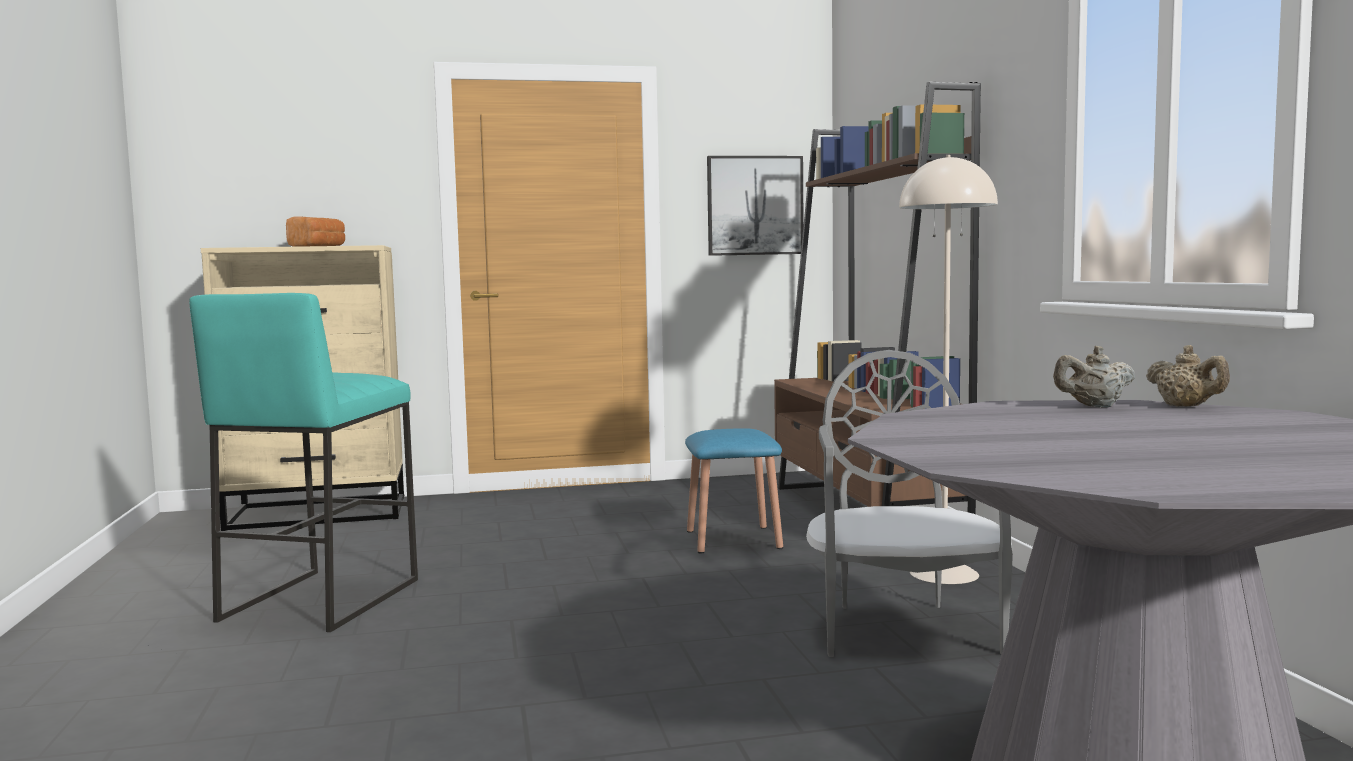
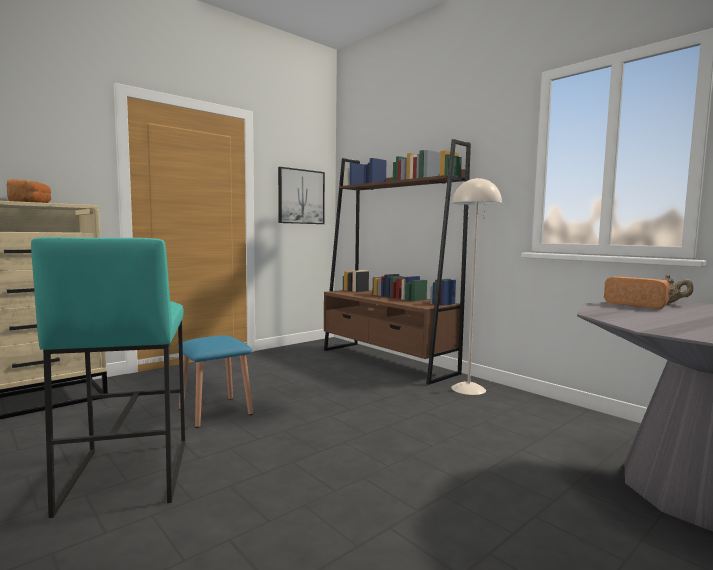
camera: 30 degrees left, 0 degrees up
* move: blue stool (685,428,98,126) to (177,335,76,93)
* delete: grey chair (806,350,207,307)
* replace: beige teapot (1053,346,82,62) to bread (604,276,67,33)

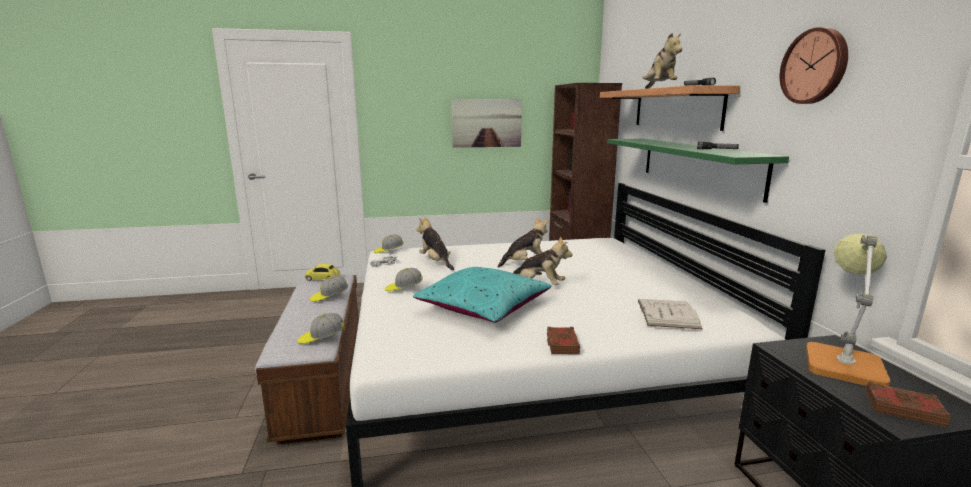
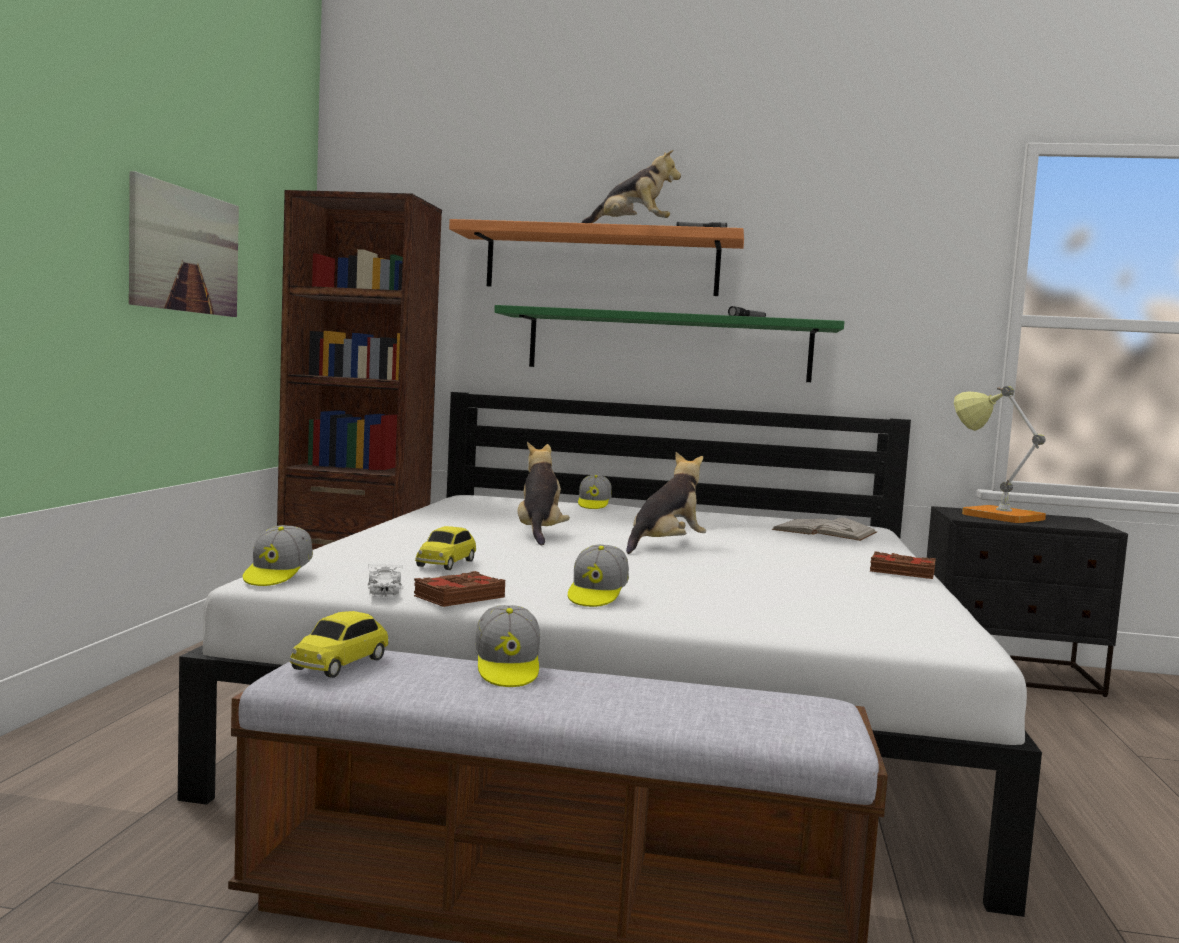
camera: 70 degrees left, 10 degrees down
* move: cap (298,313,46,31) to (578,475,34,34)
* delete: turquoise pillow (413,267,139,56)
* replace: plush toy (416,216,38,54) to toy car (415,526,61,44)
* delete: wall clock (780,27,68,77)
* move: brown book (865,381,86,46) to (414,571,92,36)

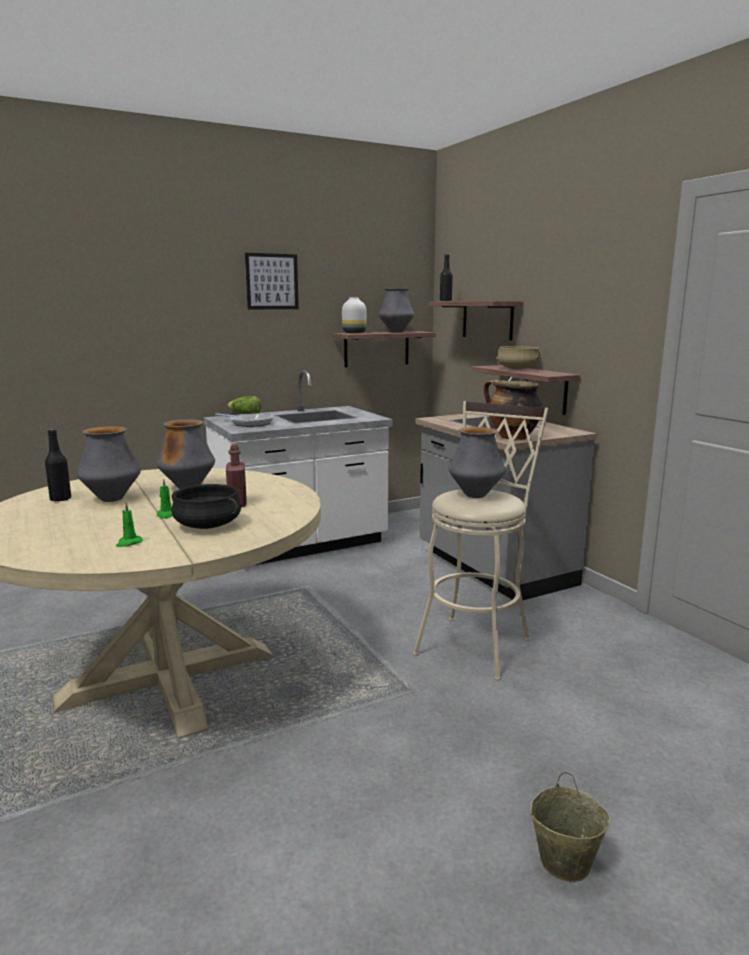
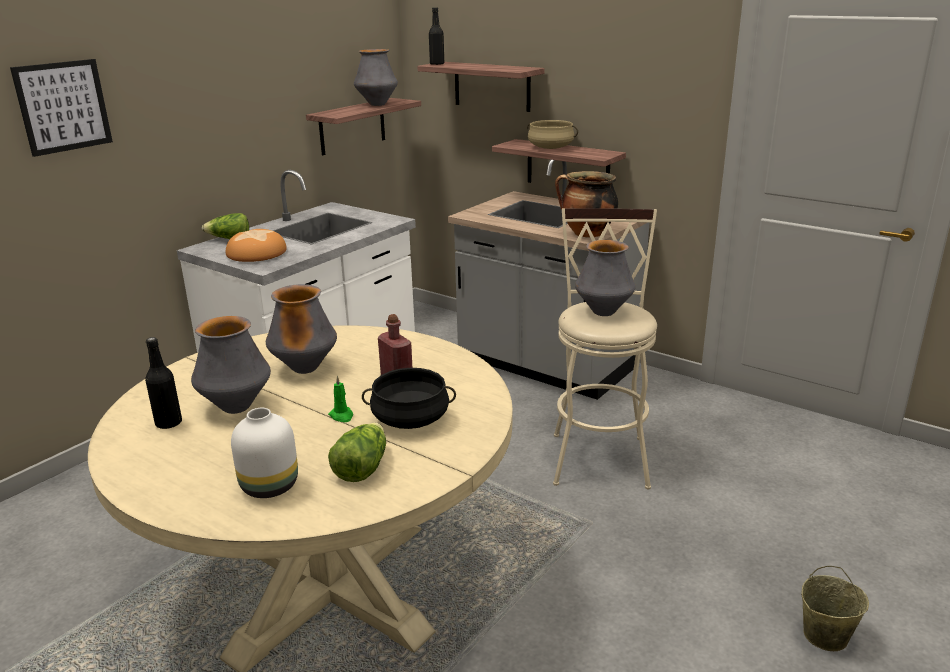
camera: 25 degrees left, 10 degrees up
* replace: green candle (116,503,27,44) to lettuce (328,423,58,59)
* replace: frying pan (215,413,58,14) to bread (226,229,61,33)
* move: picture (245,253,54,56) to (10,59,103,98)
* move: white vase (342,297,25,36) to (231,408,67,90)

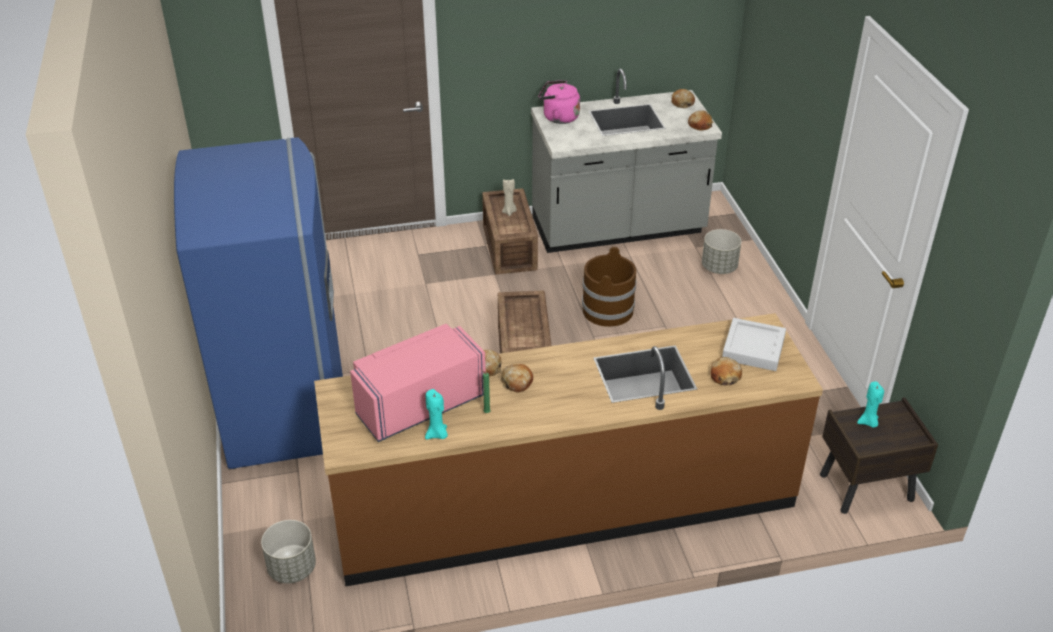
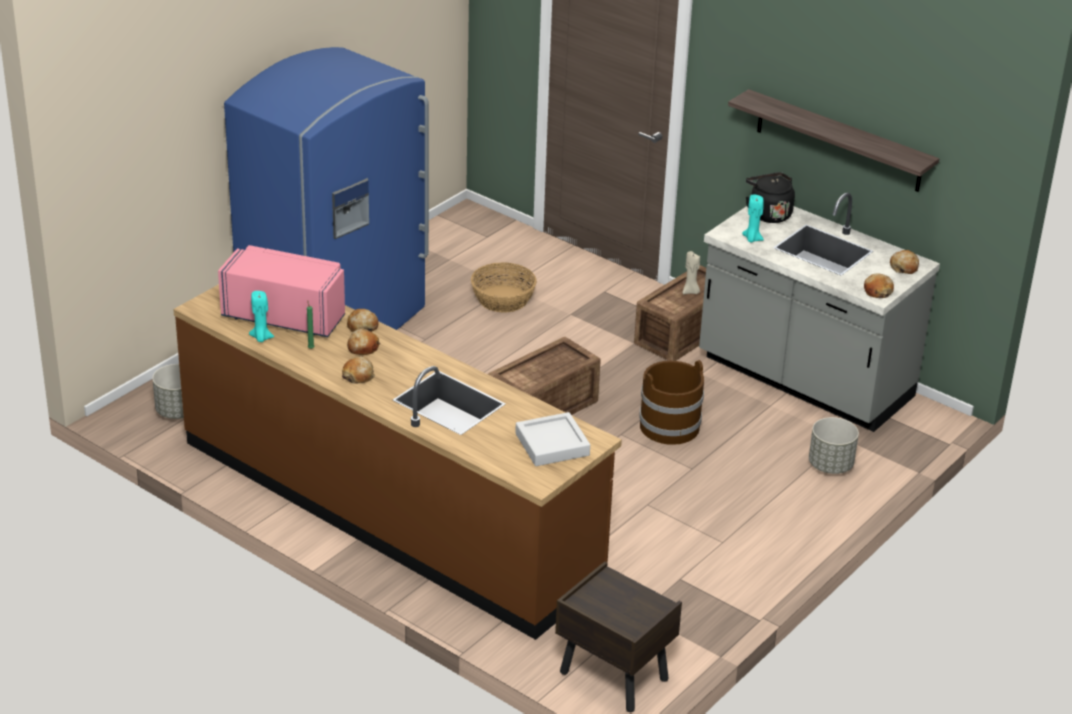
camera: 50 degrees right, 5 degrees down
* recolor: pink kettle (538,80,42,44) to black kettle (746,172,49,51)
* move: bread (711,357,31,29) to (342,356,33,27)
* move: turquoise candle (857,381,27,47) to (742,194,22,49)
* insert: basket (471,262,66,51)
* insert: shelf (728,89,211,103)

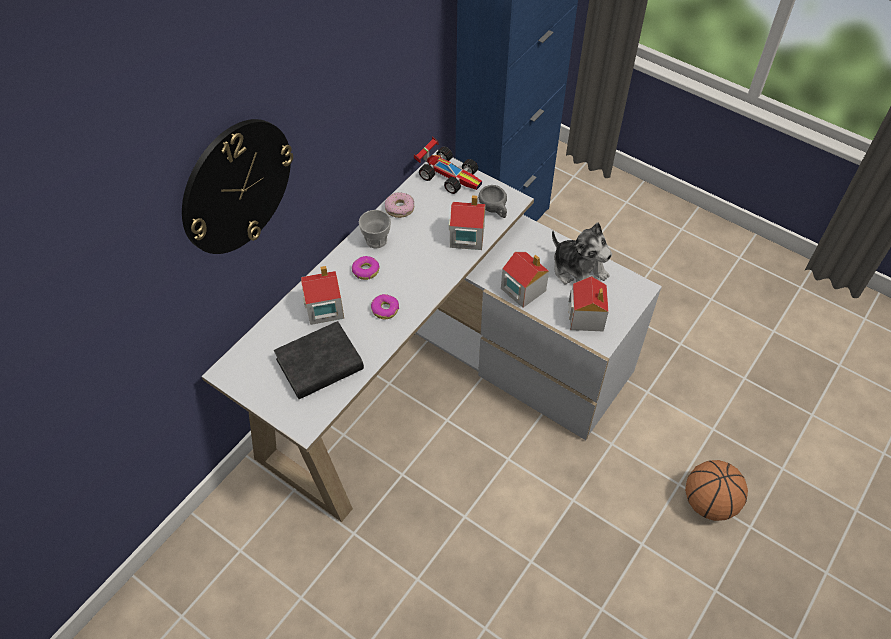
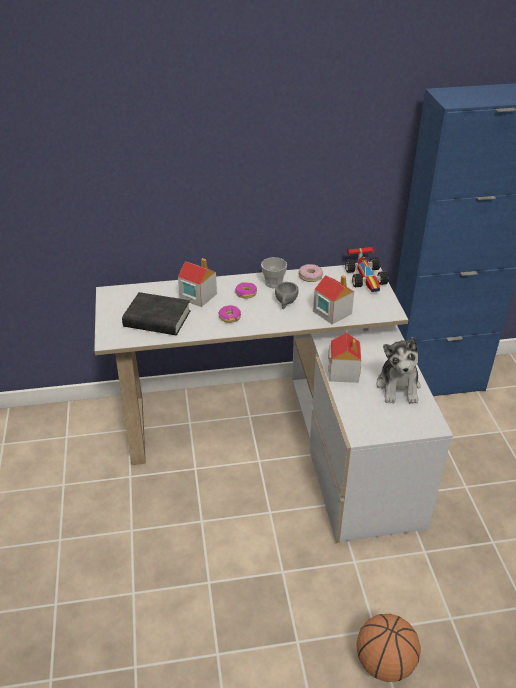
camera: 45 degrees right, 15 degrees down
* delete: wall clock (182,119,111,135)
* move: grey cup (478,185,29,33) to (275,282,24,27)
* delete: toy house (568,276,41,55)

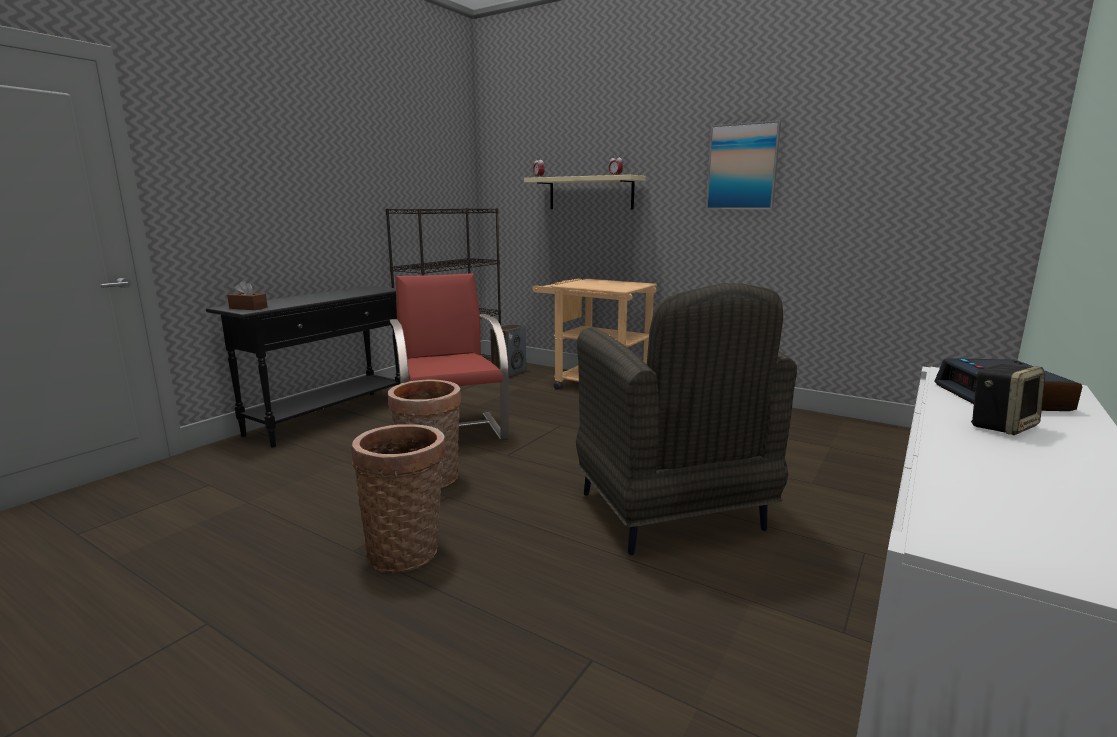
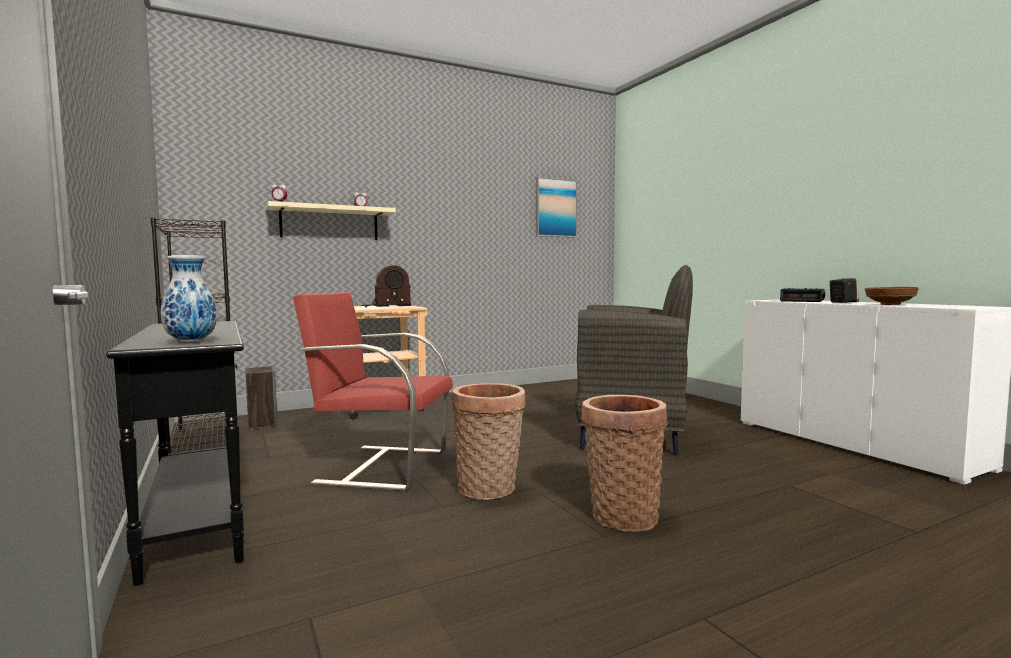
camera: 60 degrees left, 10 degrees down
* replace: brown tissue box (227,281,41,29) to vase (161,255,56,87)
* move: picture (706,120,75,90) to (536,177,41,61)
* insert: radio (361,265,50,43)
* insert: brown bowl (865,287,54,18)

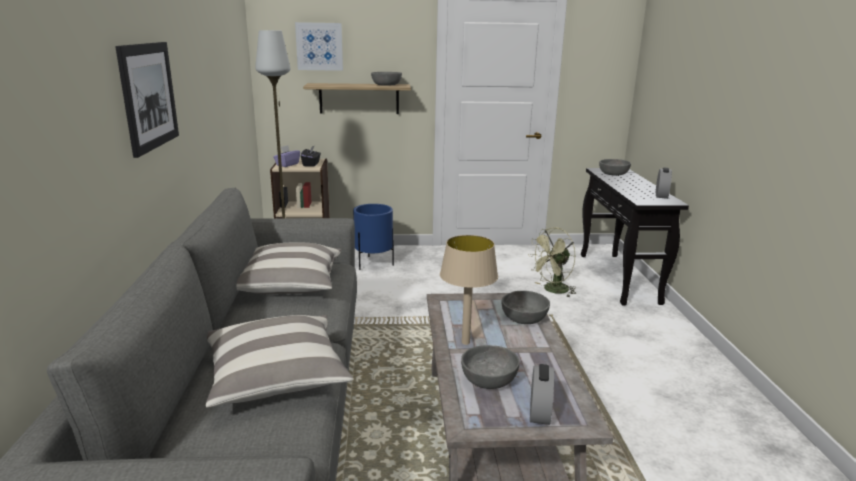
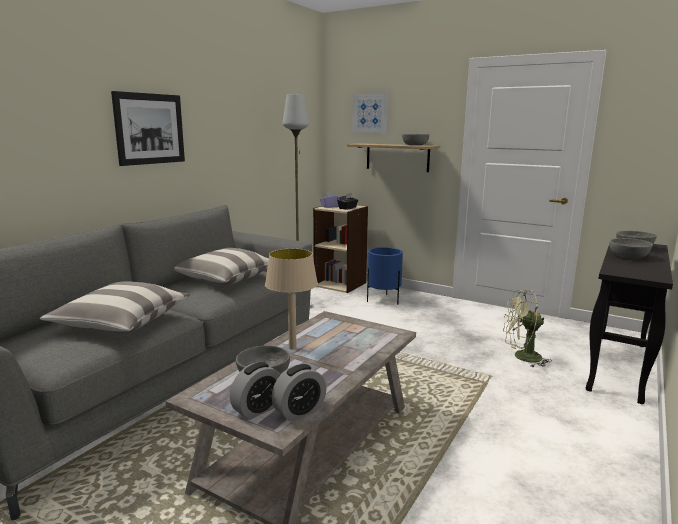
camera: 35 degrees right, 5 degrees down
* move: grey bowl (501,291,49,33) to (609,238,44,21)
* move: alarm clock (656,167,16,32) to (272,364,54,57)

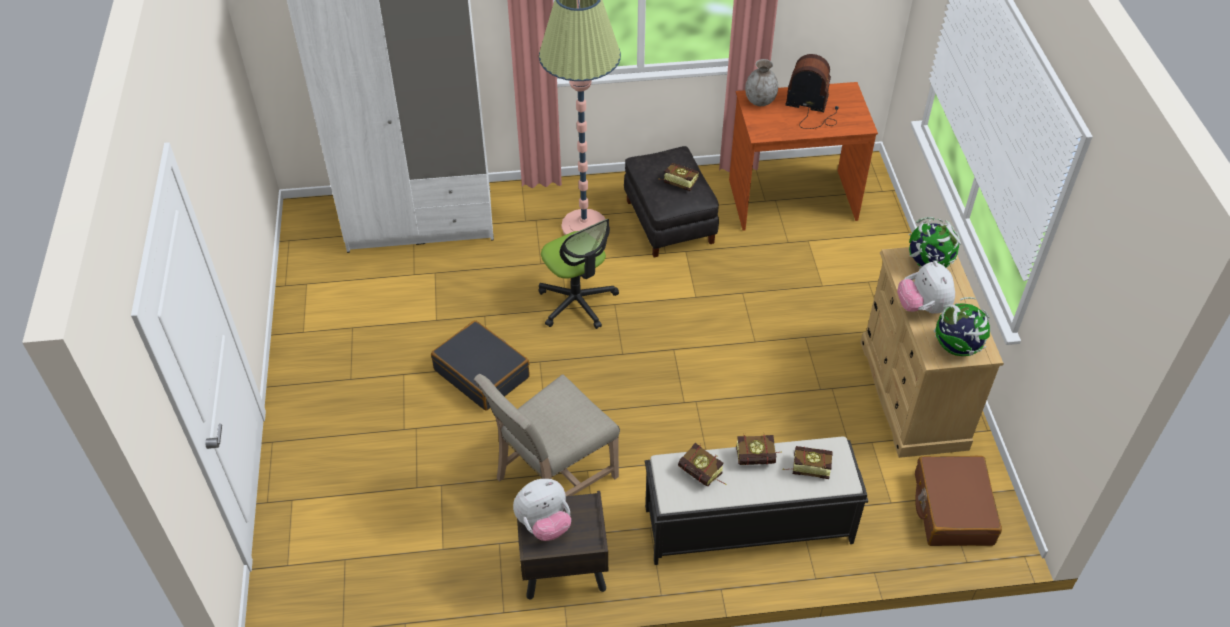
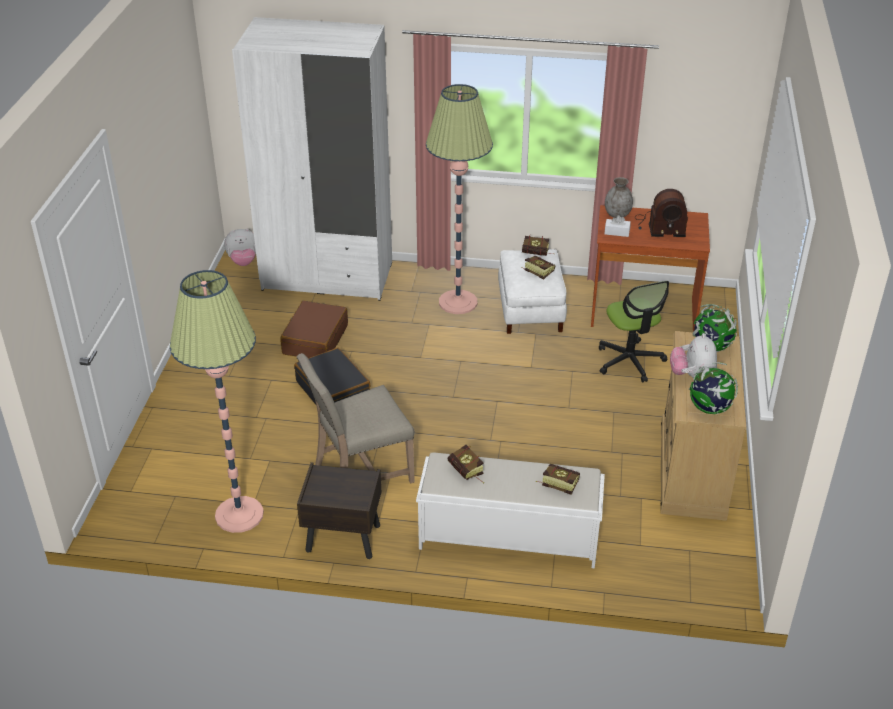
camera: 15 degrees right, 10 degrees down
* move: plush toy (513,479,58,62) to (224,229,32,37)
* move: office chair (538,219,81,110) to (599,281,70,101)
* recolor: black ottoman (624,146,95,111) to white ottoman (498,249,69,85)
* recolor: black bench (645,437,223,128) to white bench (416,452,189,116)
* move: book (736,433,46,32) to (522,235,32,21)
* rotate: radio (785,54,54,75) = (635,189,53,48) 150 degrees clockwise
* move: brown suitcase (915,456,87,90) to (280,301,68,57)
* insert: floor lamp (170,270,94,263)
* insert: white tissue box (605,215,26,22)

